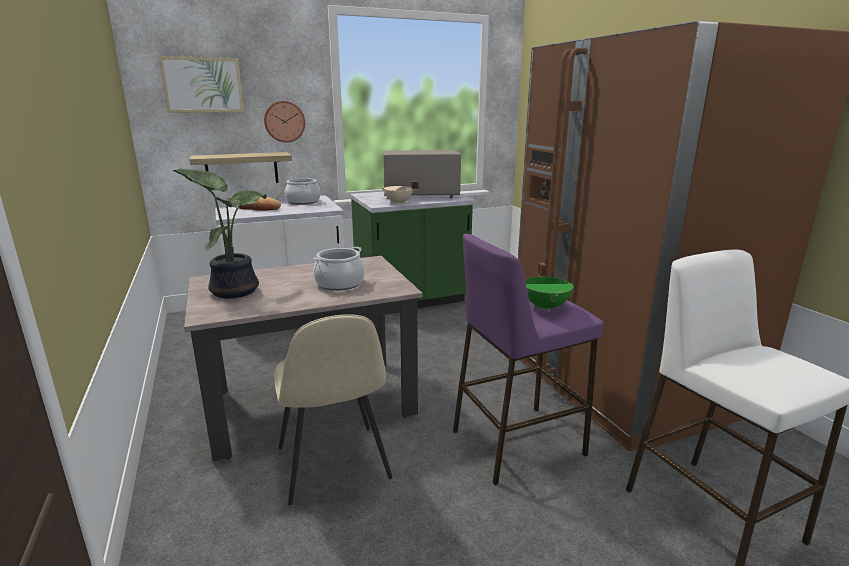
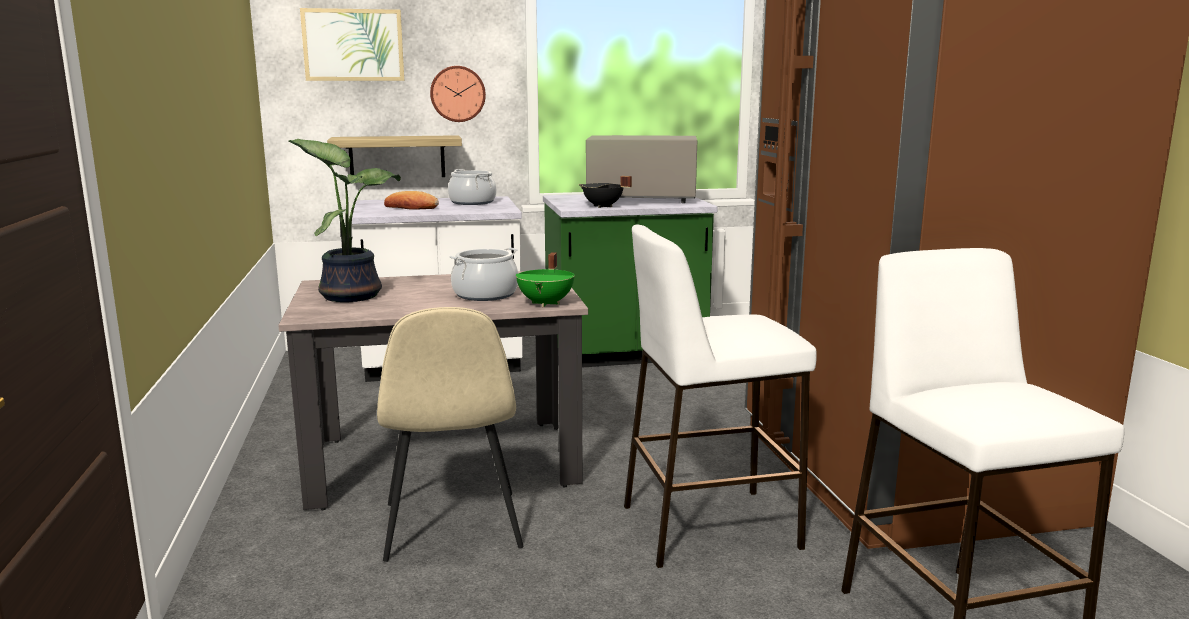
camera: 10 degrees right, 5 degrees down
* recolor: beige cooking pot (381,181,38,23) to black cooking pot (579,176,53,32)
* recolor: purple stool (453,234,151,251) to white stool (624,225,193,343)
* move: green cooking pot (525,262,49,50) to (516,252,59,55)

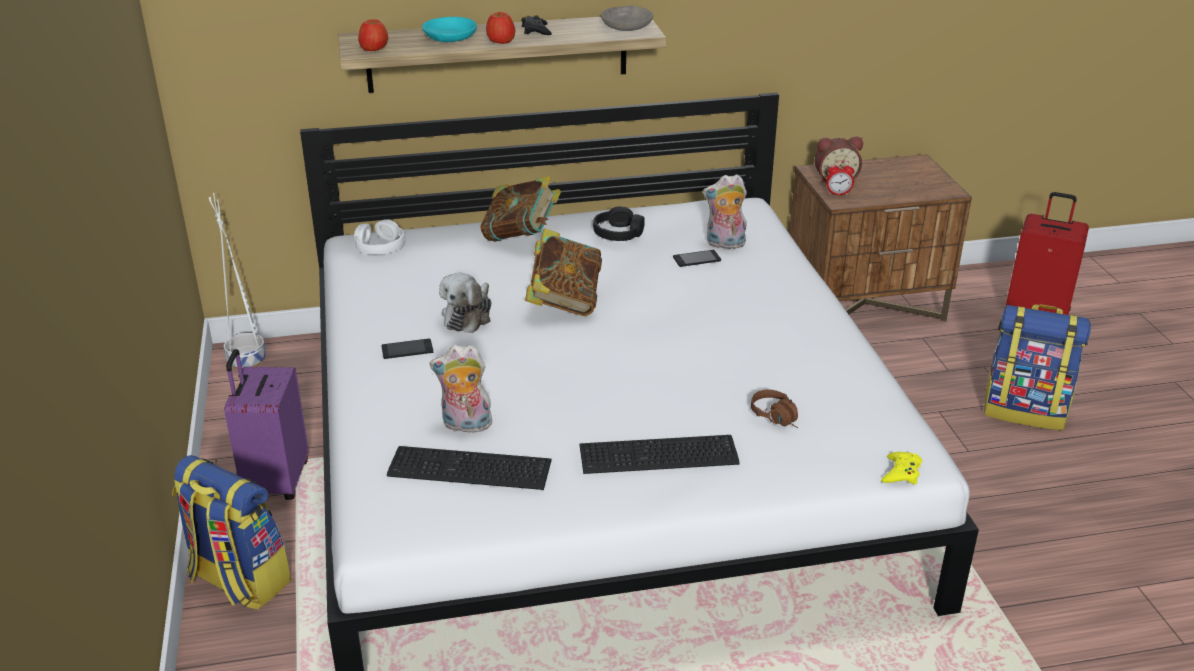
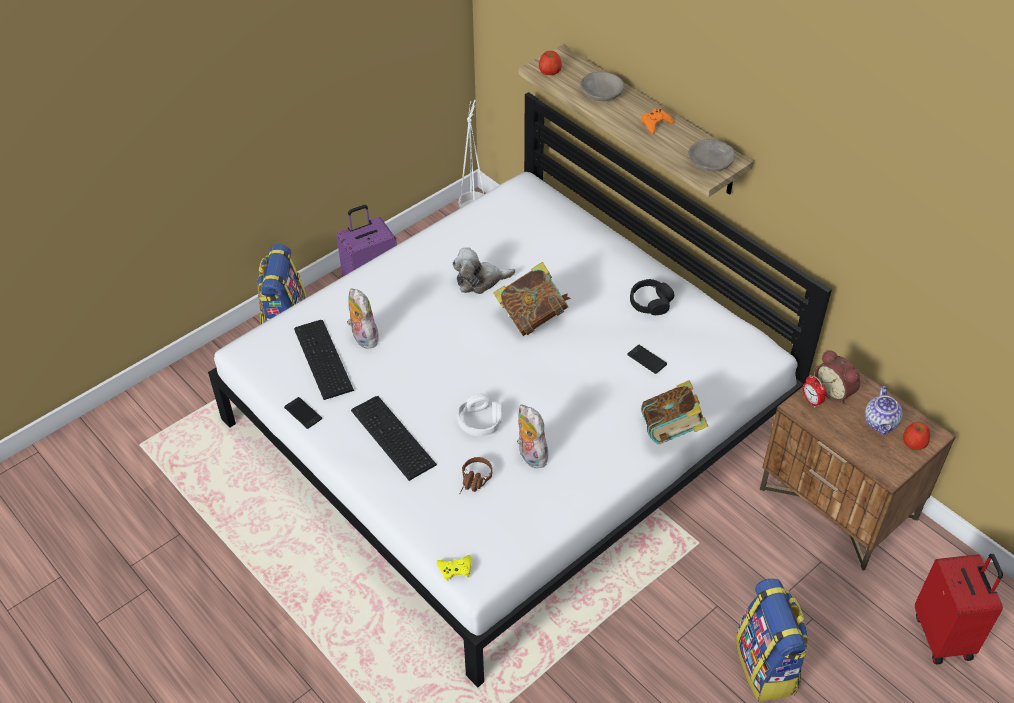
camera: 60 degrees right, 15 degrees up
* move: white headphones (354,219,52,36) to (457,393,45,43)
* move: phone (381,338,52,21) to (284,397,38,32)
* recolor: turquoise bowl (422,17,55,25) to grey bowl (580,72,44,29)
* move: book (480,176,81,66) to (641,380,67,64)
* move: apple (486,12,29,32) to (903,422,27,28)
* recolor: black game controller (521,15,31,20) to orange game controller (641,108,33,26)
* move: plush toy (703,174,44,75) to (517,405,31,63)
* insert: teapot (865,386,38,49)

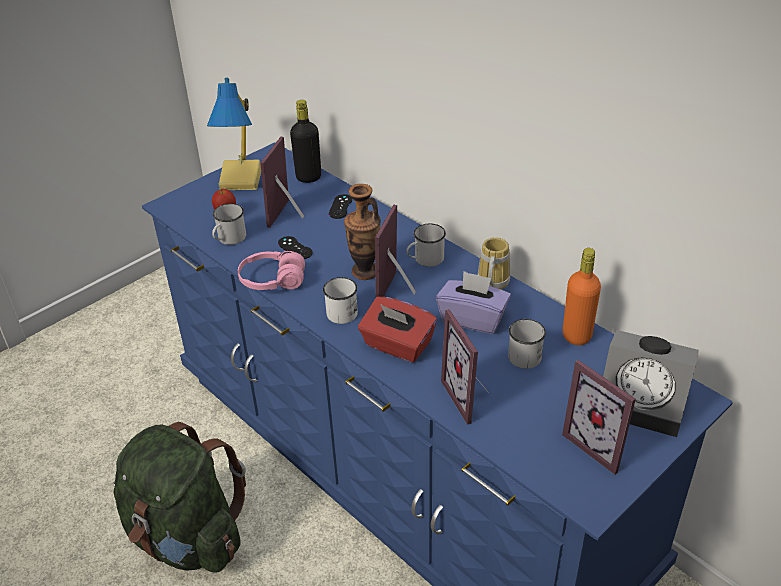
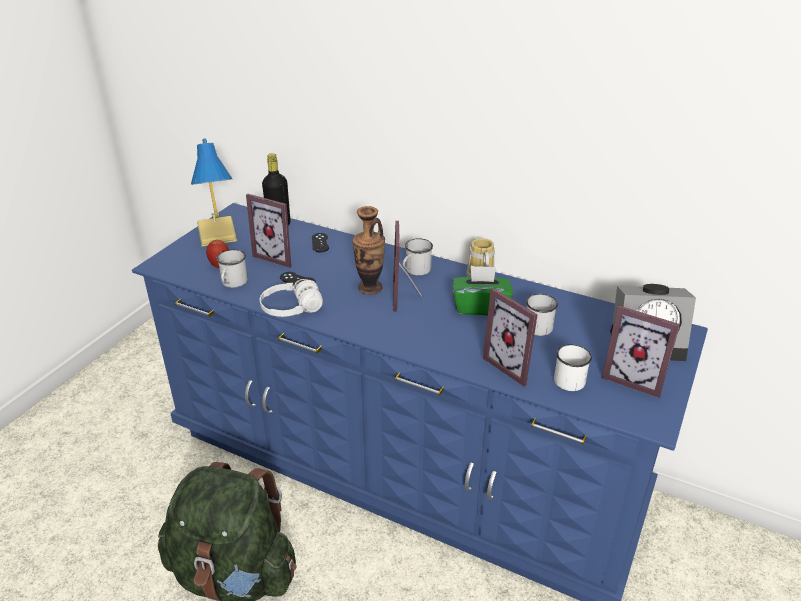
camera: 20 degrees left, 5 degrees down
* recolor: pink headphones (238,251,67,39) to white headphones (260,279,63,38)
* rotate: picture frame (260,137,44,91) = (246,194,45,74) 60 degrees counterclockwise
* move: white mug (323,277,35,47) to (554,344,38,47)
* delete: red tissue box (358,297,79,65)
* recolor: purple tissue box (436,271,75,63) to green tissue box (453,266,60,49)
* delete: orange bottle (563,248,38,97)

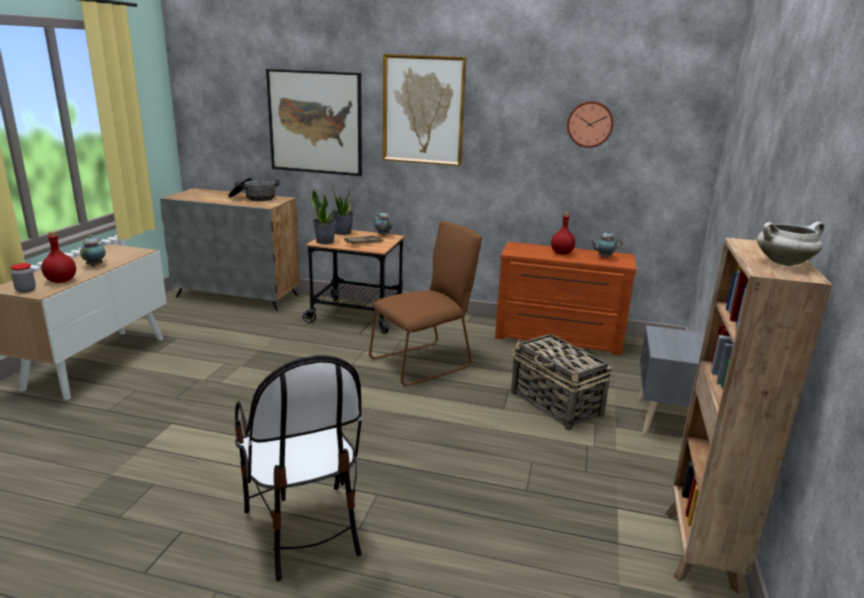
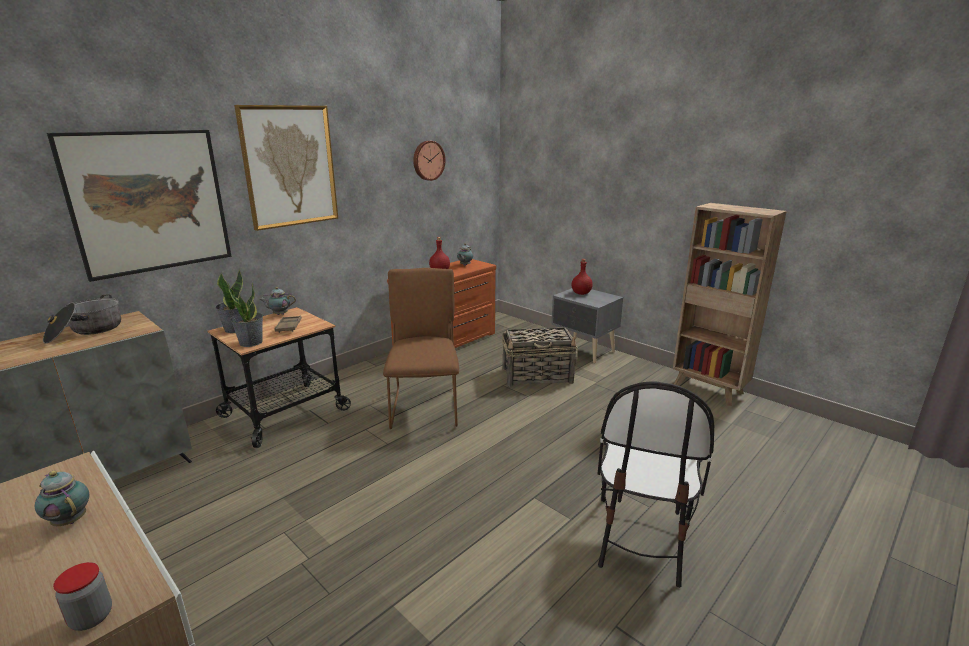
camera: 60 degrees left, 0 degrees up
* move: red bottle (41,231,35,52) to (572,259,21,36)
* rotate: chair (235,355,127,226) = (598,382,116,206) 105 degrees clockwise
* delete: white cooking pot (757,222,67,44)

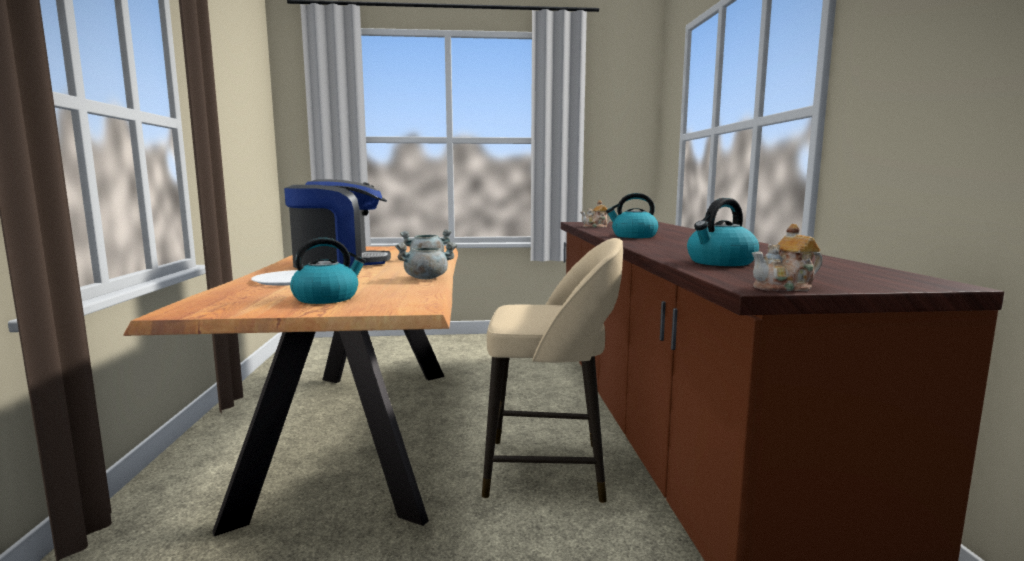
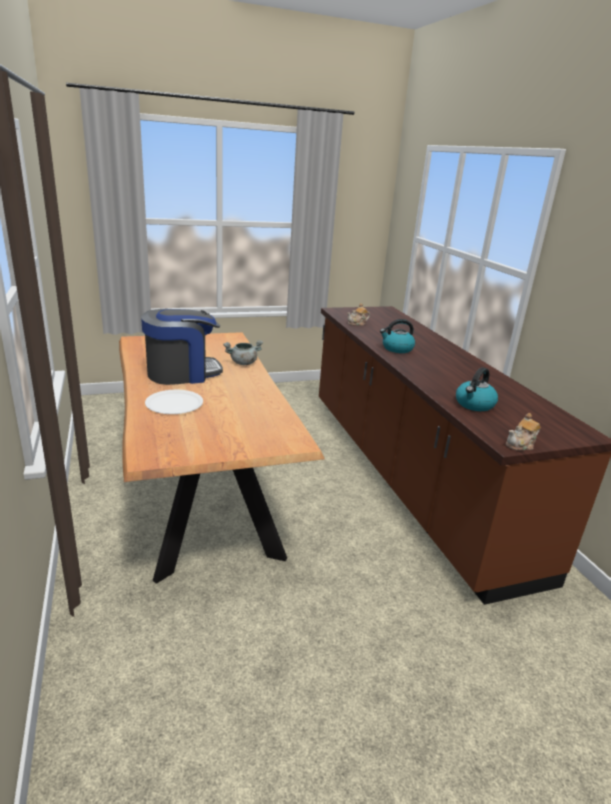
camera: 15 degrees left, 15 degrees up
* delete: kettle (290,237,76,67)
* delete: grey cooking pot (395,242,63,37)
* delete: beige stool (482,238,141,265)

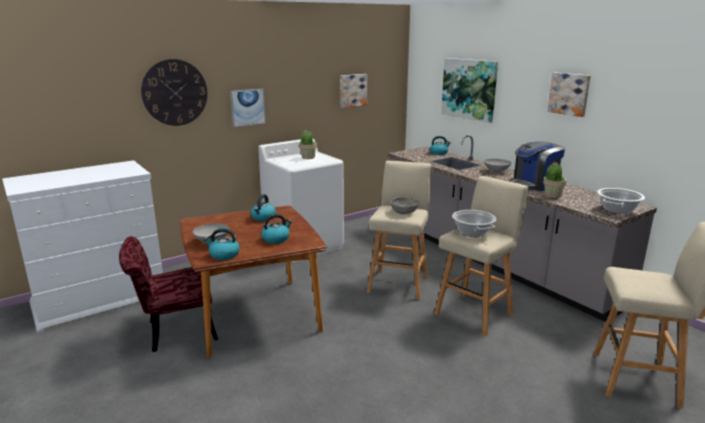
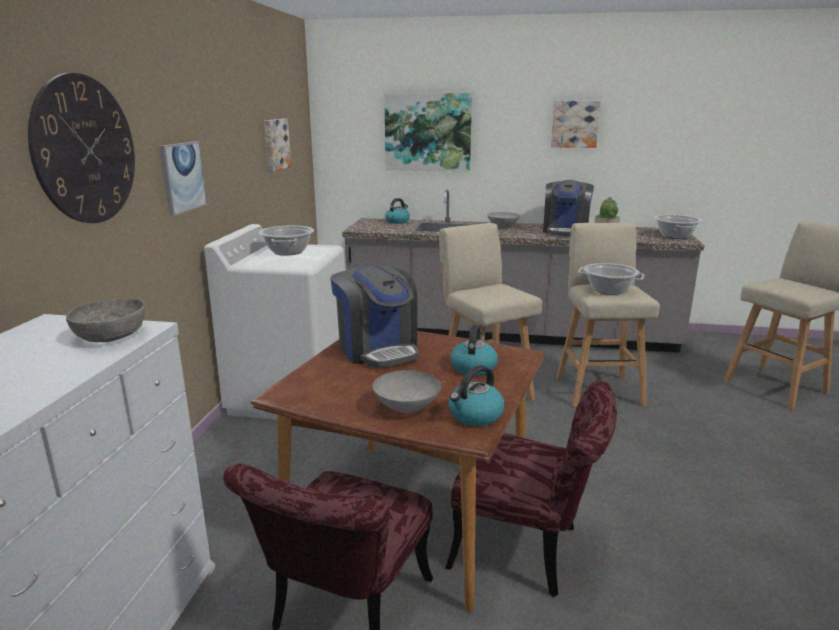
camera: 45 degrees left, 0 degrees up
* replace: kettle (250,194,26,27) to coffee machine (330,266,89,102)
* replace: potted plant (299,129,18,30) to cooking pot (259,225,55,31)
* move: grey bowl (391,197,28,17) to (66,299,79,43)
* insert: red chair (445,380,172,217)

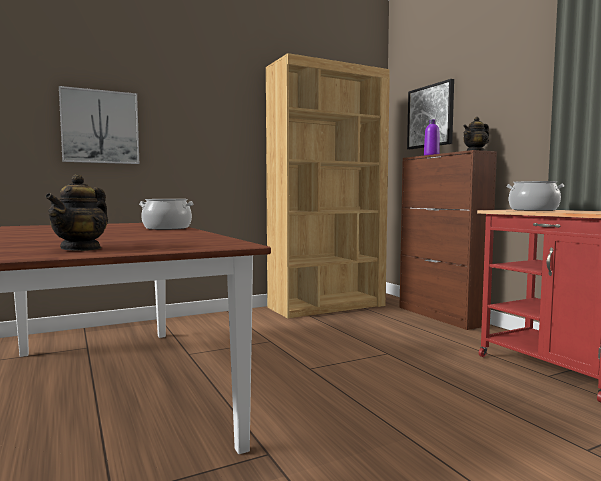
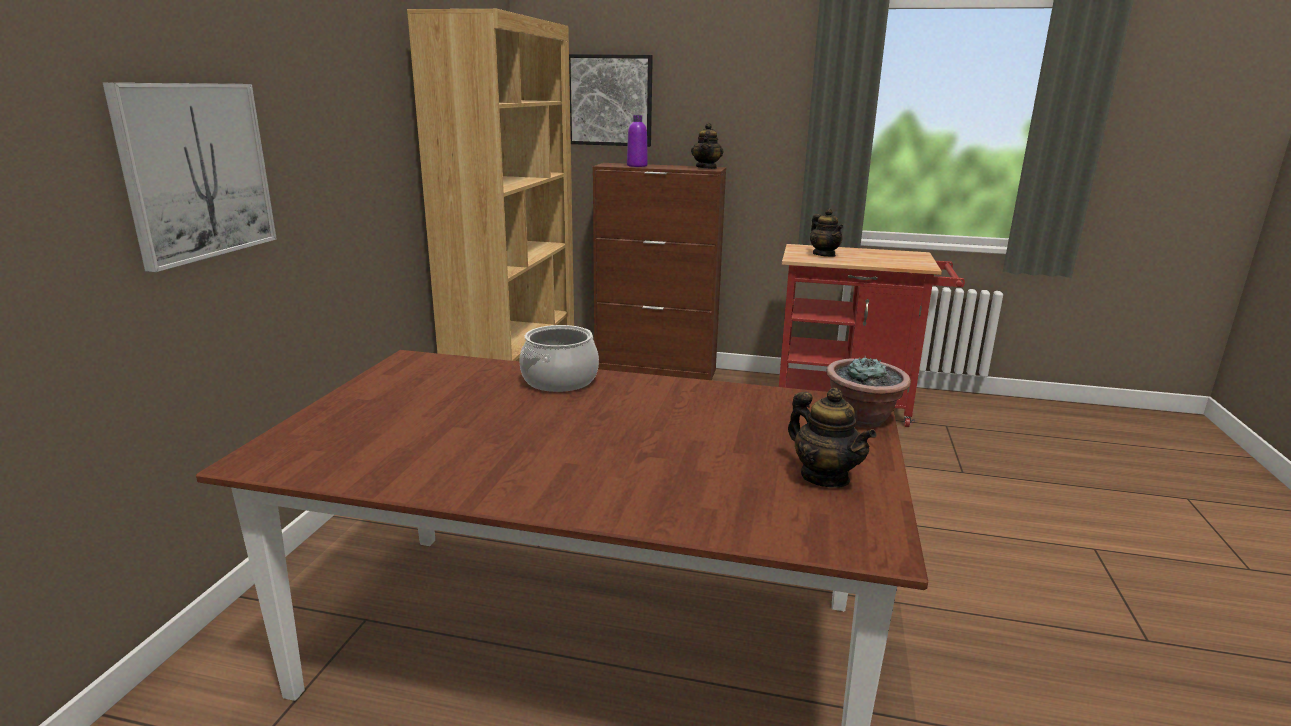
camera: 50 degrees left, 15 degrees up
* replace: cooking pot (506,181,59,30) to teapot (810,208,34,49)
* insert: potted plant (826,356,85,72)

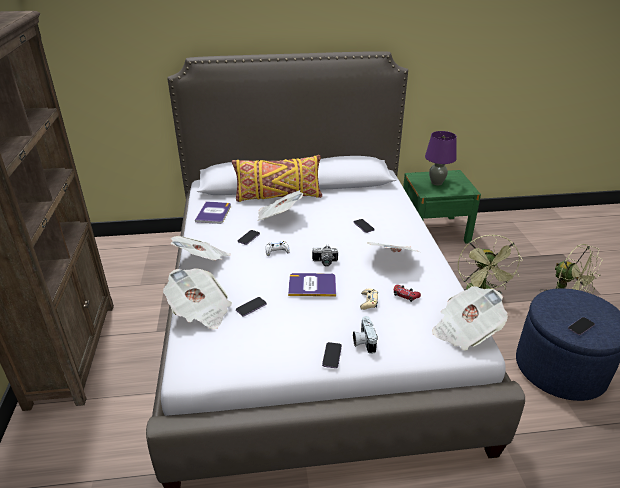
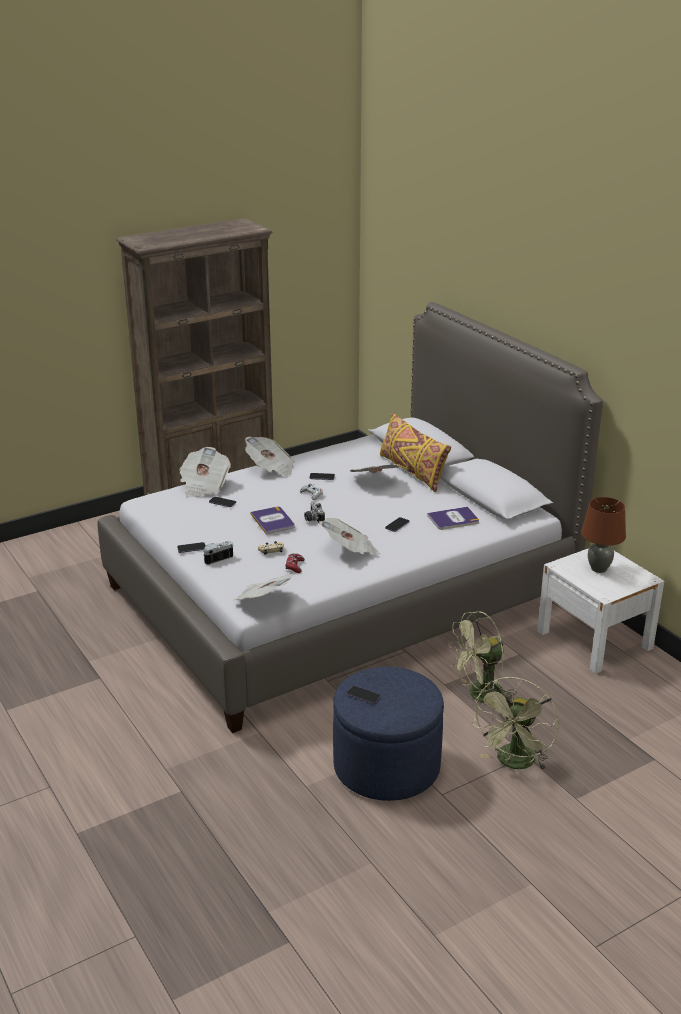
camera: 65 degrees right, 5 degrees down
* move: book (195,201,36,23) to (427,507,52,23)
* recolor: green nightstand (403,170,78,74) to white nightstand (537,548,127,126)
* recolor: purple table lamp (425,131,32,54) to brown table lamp (581,497,45,76)

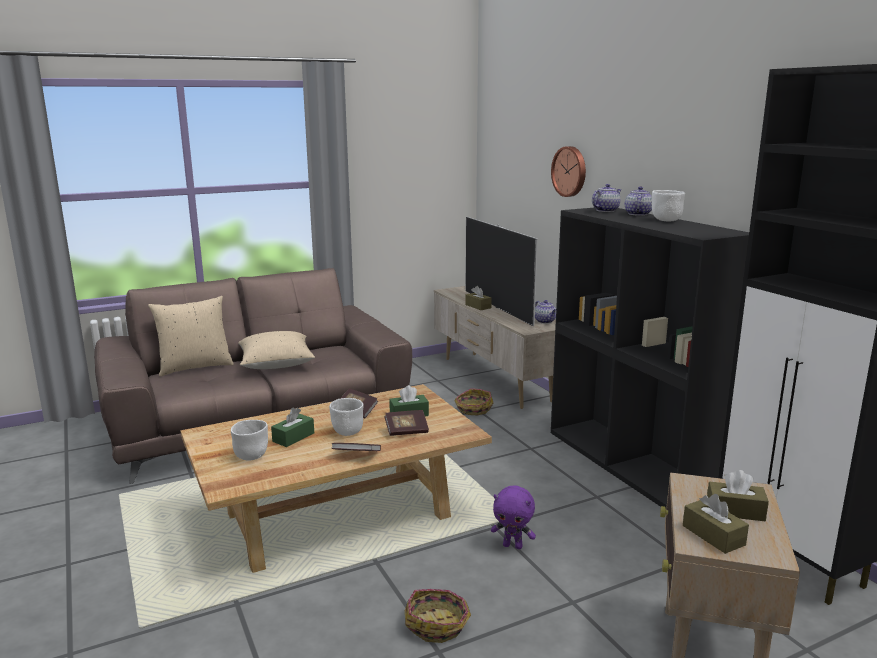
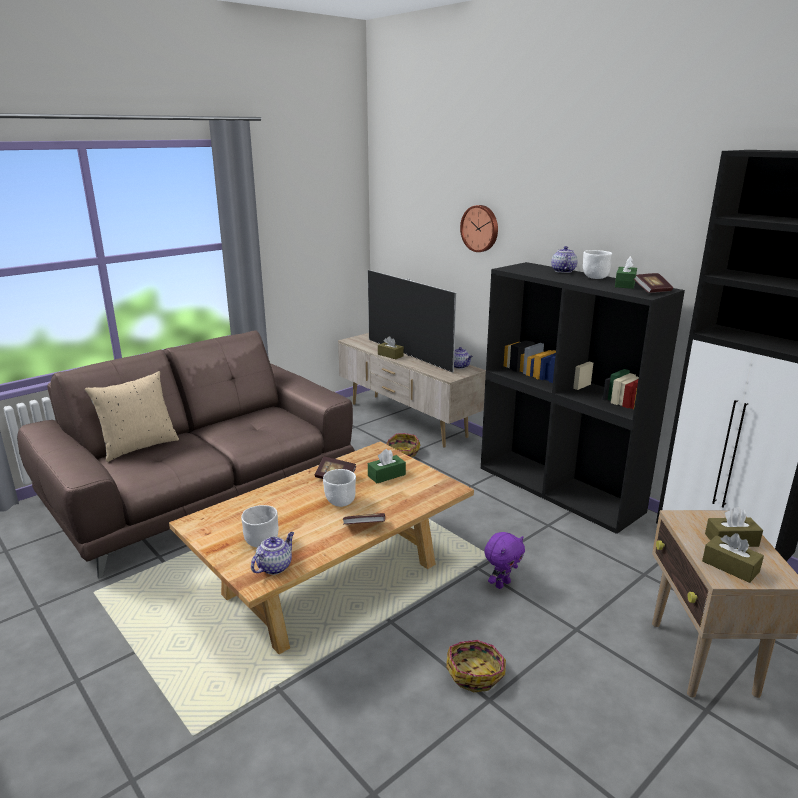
camera: 15 degrees left, 5 degrees up
* delete: beige pillow (238,331,77,38)
* move: green tissue box (271,408,43,39) to (615,256,22,33)
* move: book (384,410,45,26) to (634,273,39,20)
* rotate: purple plush toy (491,485,45,64) = (484,532,41,57) 45 degrees counterclockwise
* move: teapot (592,184,29,28) to (251,532,43,43)

